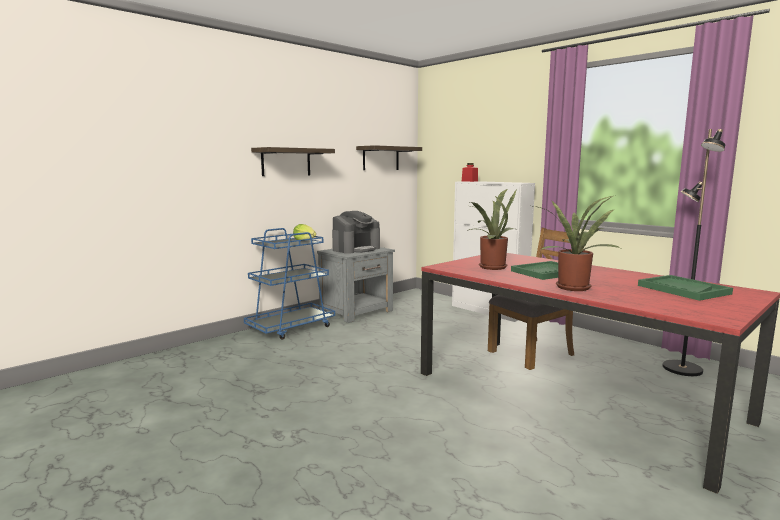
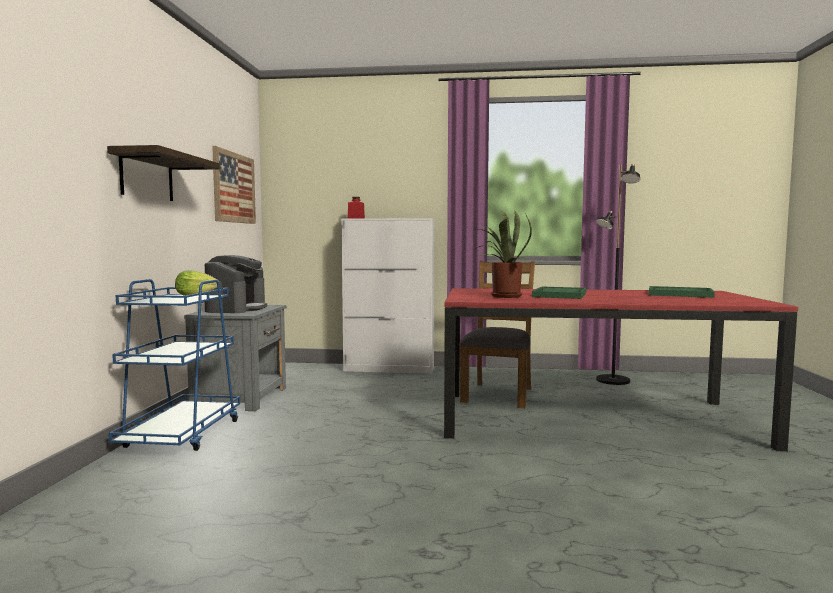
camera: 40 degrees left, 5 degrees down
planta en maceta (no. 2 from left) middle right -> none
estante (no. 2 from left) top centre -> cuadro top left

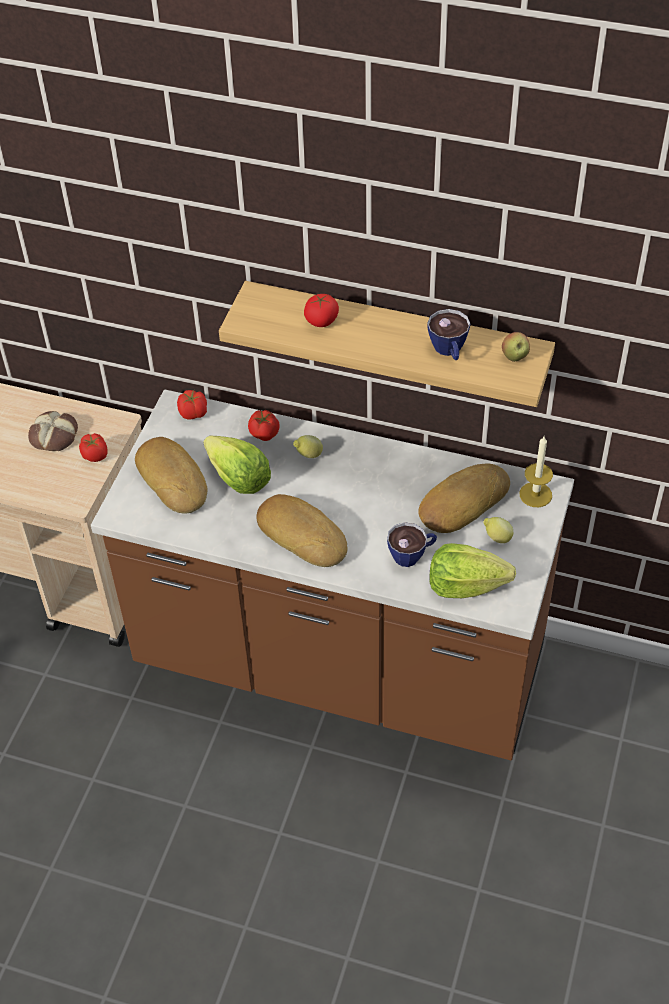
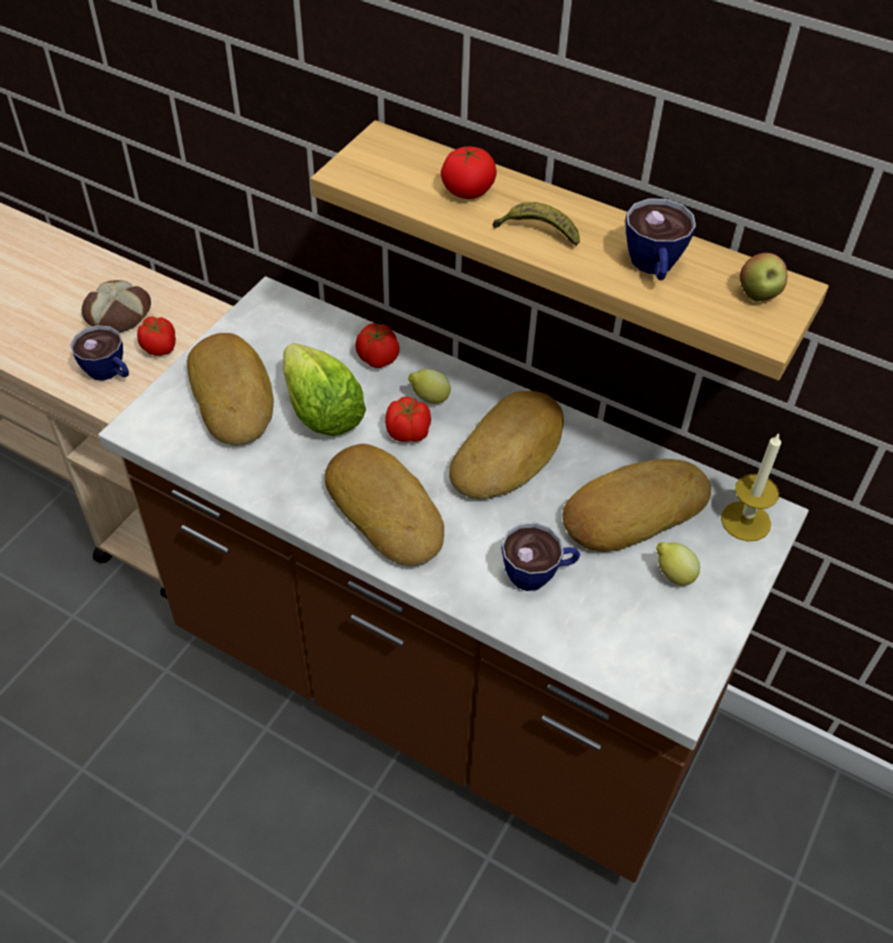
camera: 10 degrees right, 0 degrees up
lechuga (no. 2 from left) middle right -> none
none -> taza (no. 1 from left) middle left
none -> pan (no. 4 from left) centre
none -> plátano top centre
tomate (no. 2 from left in the first image) middle left -> tomate (no. 3 from left) centre, relocated

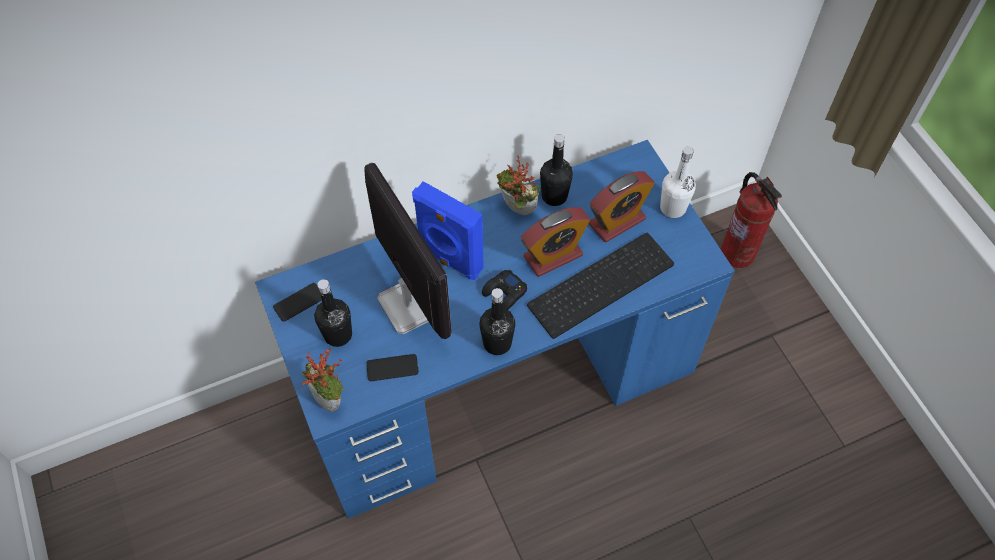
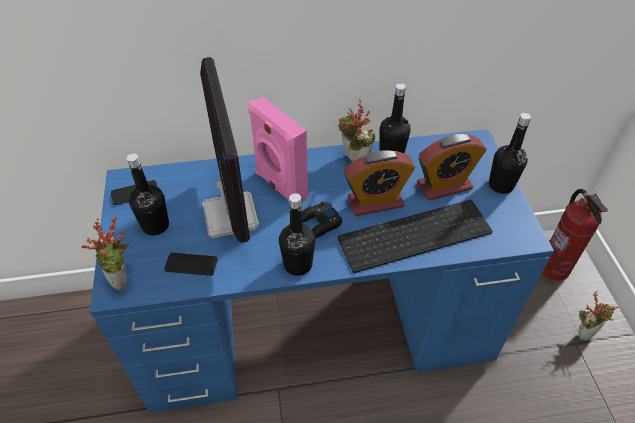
camera: 15 degrees right, 10 degrees down
none -> planta en maceta (no. 3 from left) bottom right
altavoz (azul) centre -> altavoz (rosa) centre
botella (blanco) top right -> botella (negro) (no. 4 from left) middle right

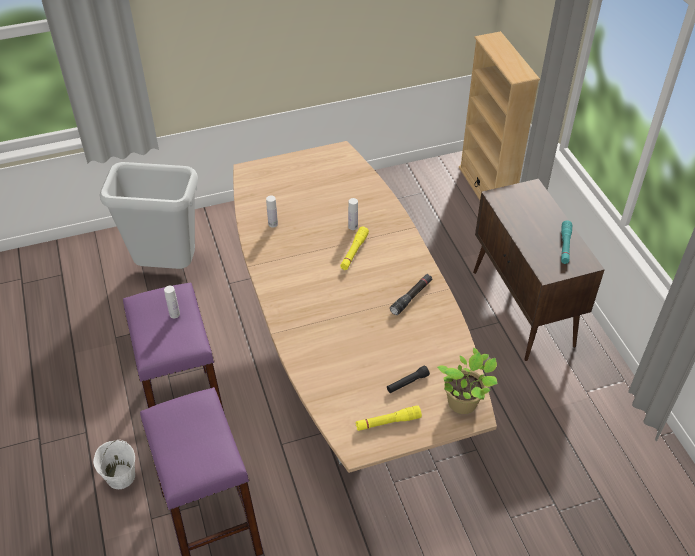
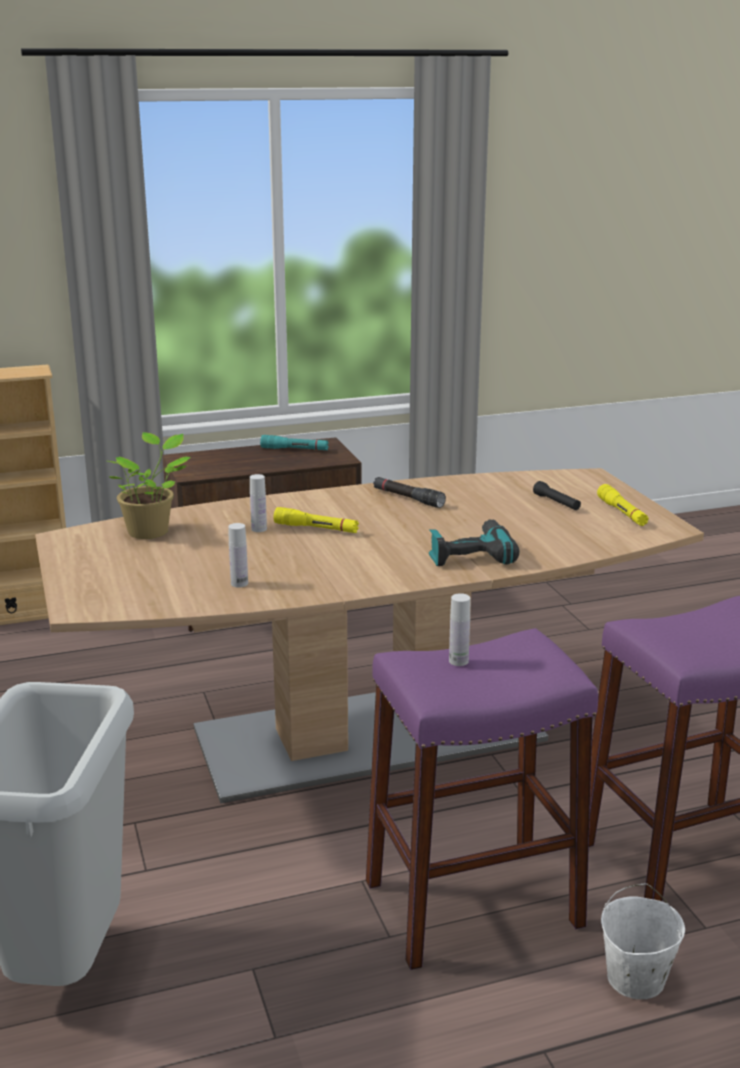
camera: 90 degrees left, 25 degrees down
none -> taladro centre
planta en maceta bottom right -> planta en maceta middle left, relocated

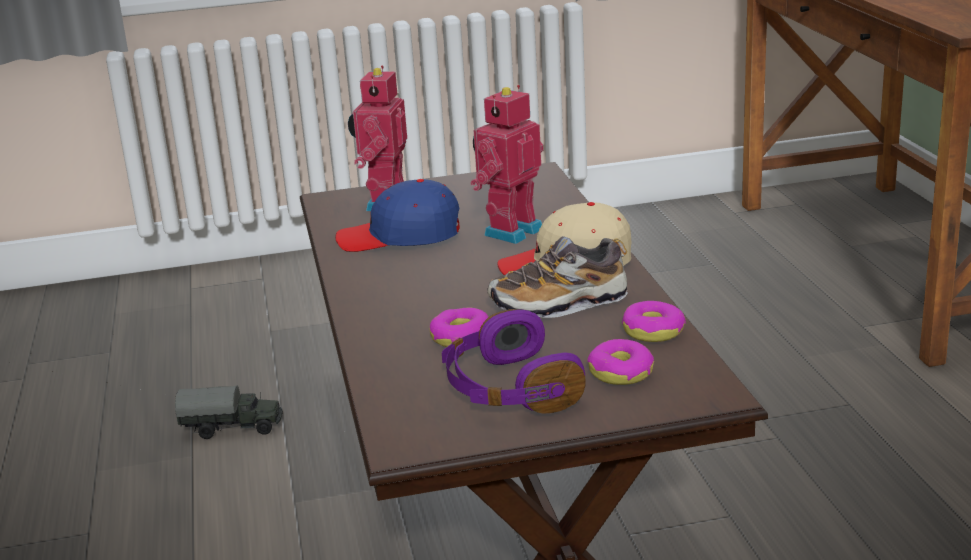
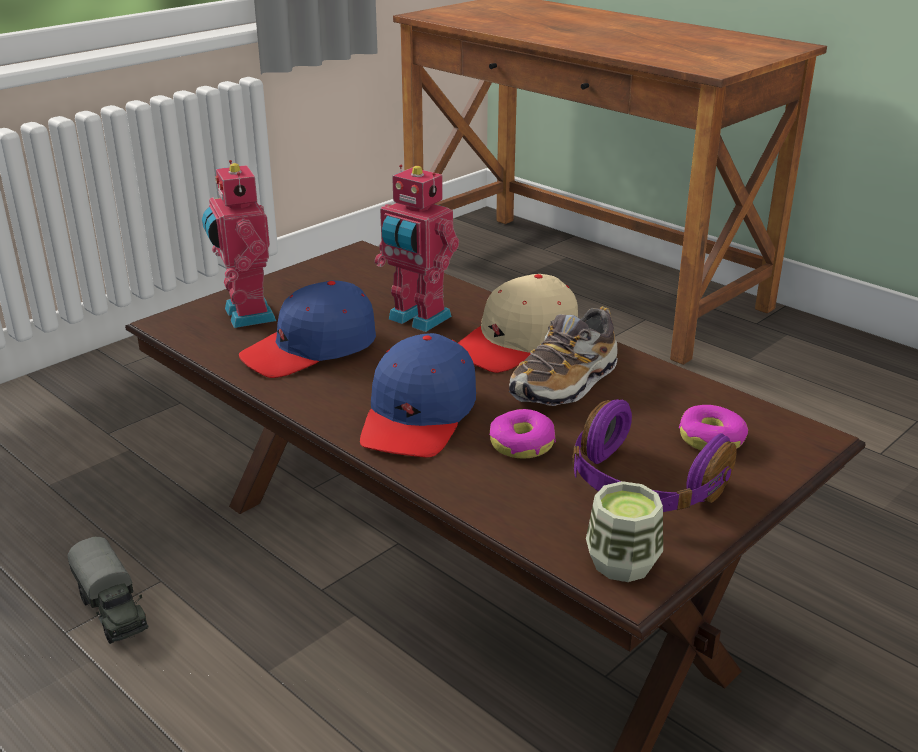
camera: 35 degrees left, 5 degrees up
rosquilla (no. 3 from left) middle right -> none
none -> gorra (azul) (no. 2 from left) centre
none -> taza bottom right
camión de juguete bottom left, 90 degrees clockwise
robot de juguete (no. 2 from left) top centre, 60 degrees counterclockwise

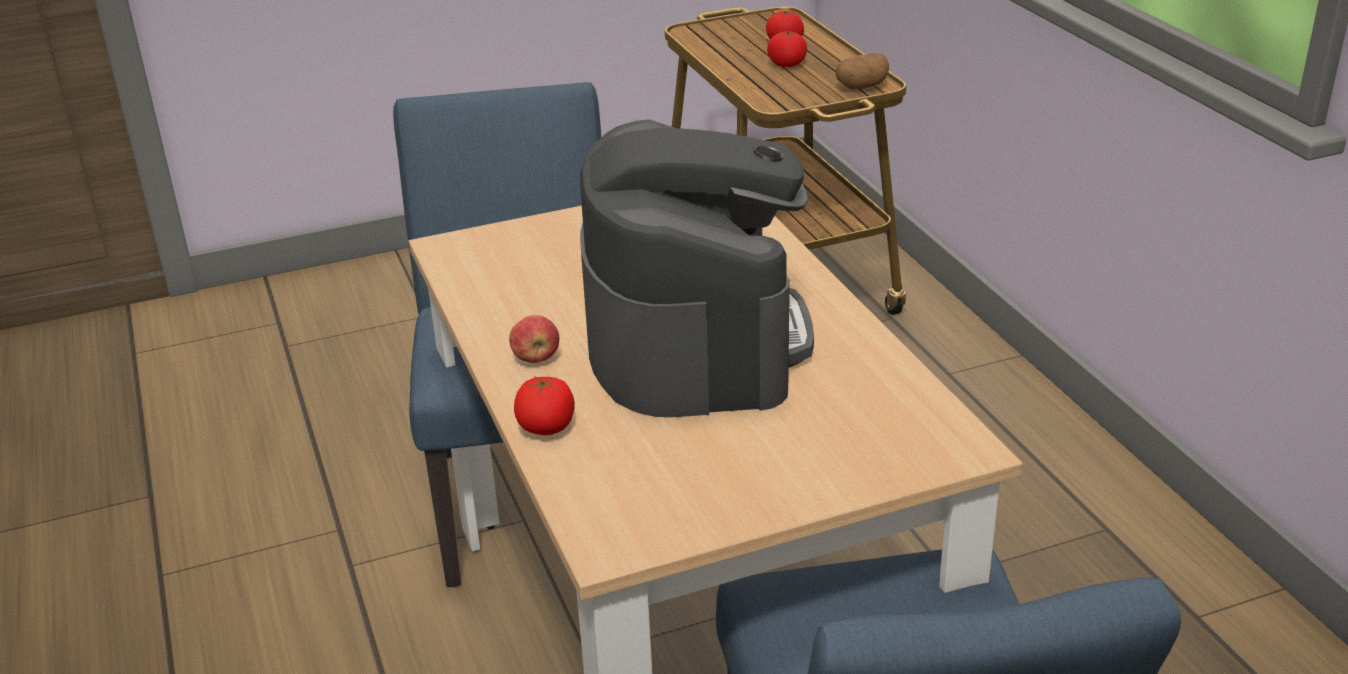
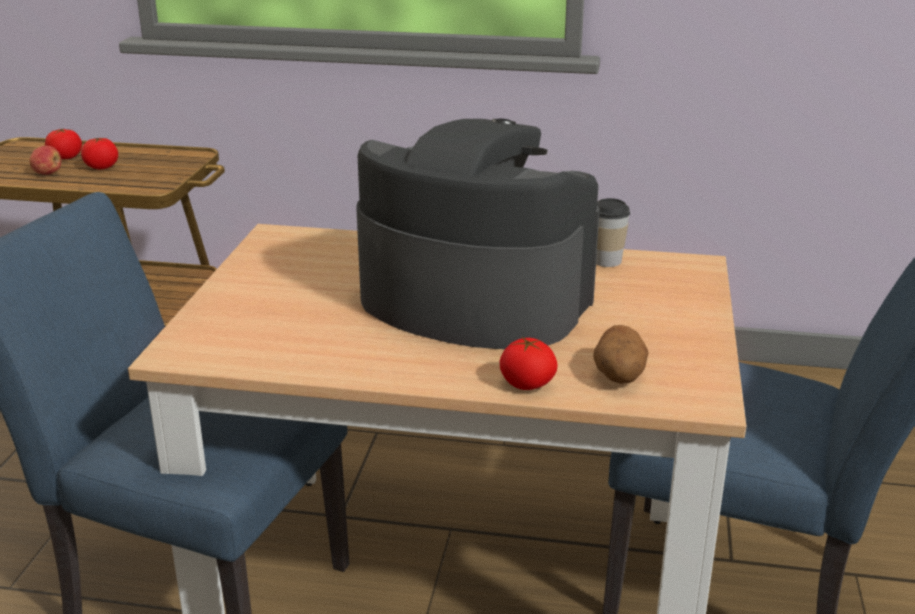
camera: 60 degrees left, 5 degrees down
none -> taza middle right
manzana centre -> manzana top left, relocated
patata top centre -> patata middle right, relocated

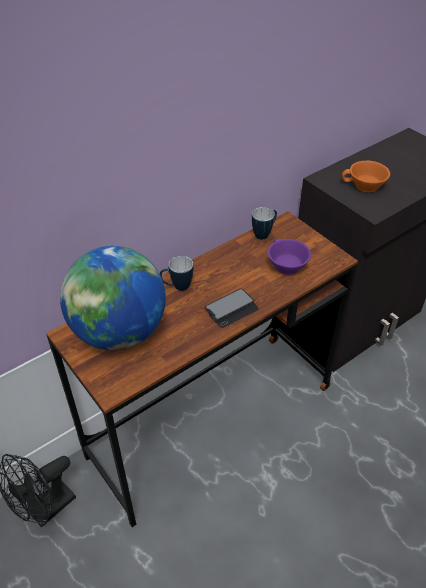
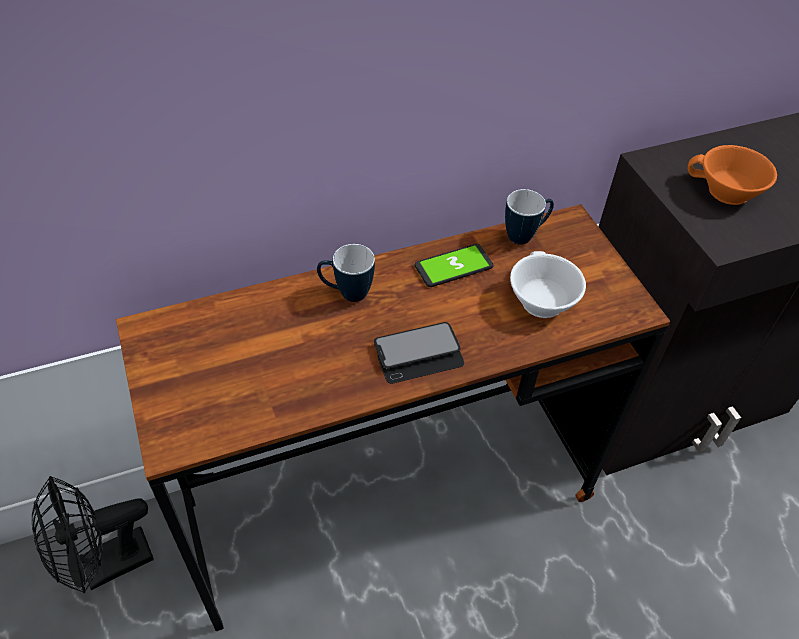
camera: 15 degrees right, 5 degrees up
globo terráqueo middle left -> none
none -> móvil (no. 2 from left) centre
taza (morado) middle right -> taza (blanco) middle right

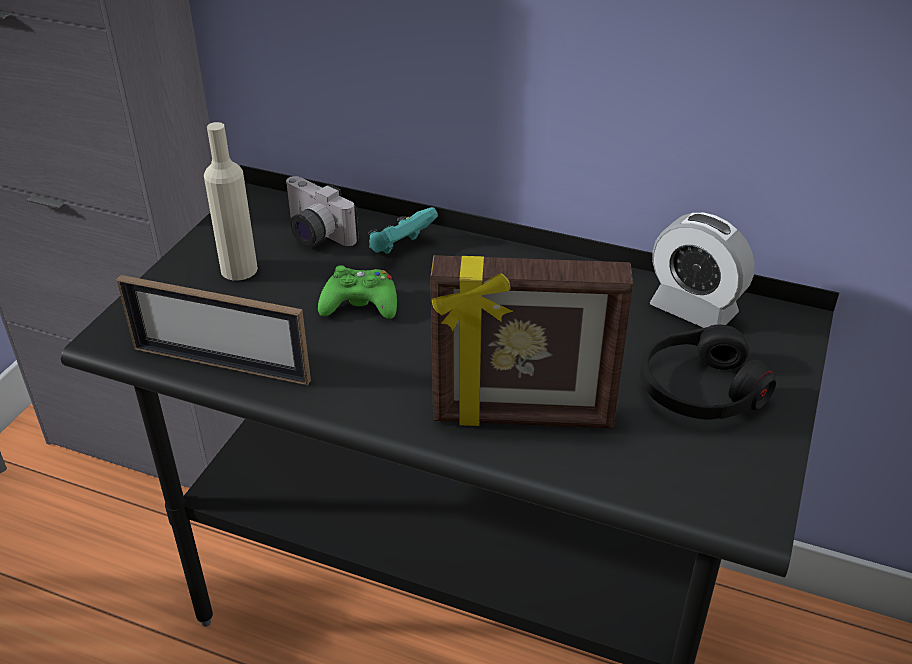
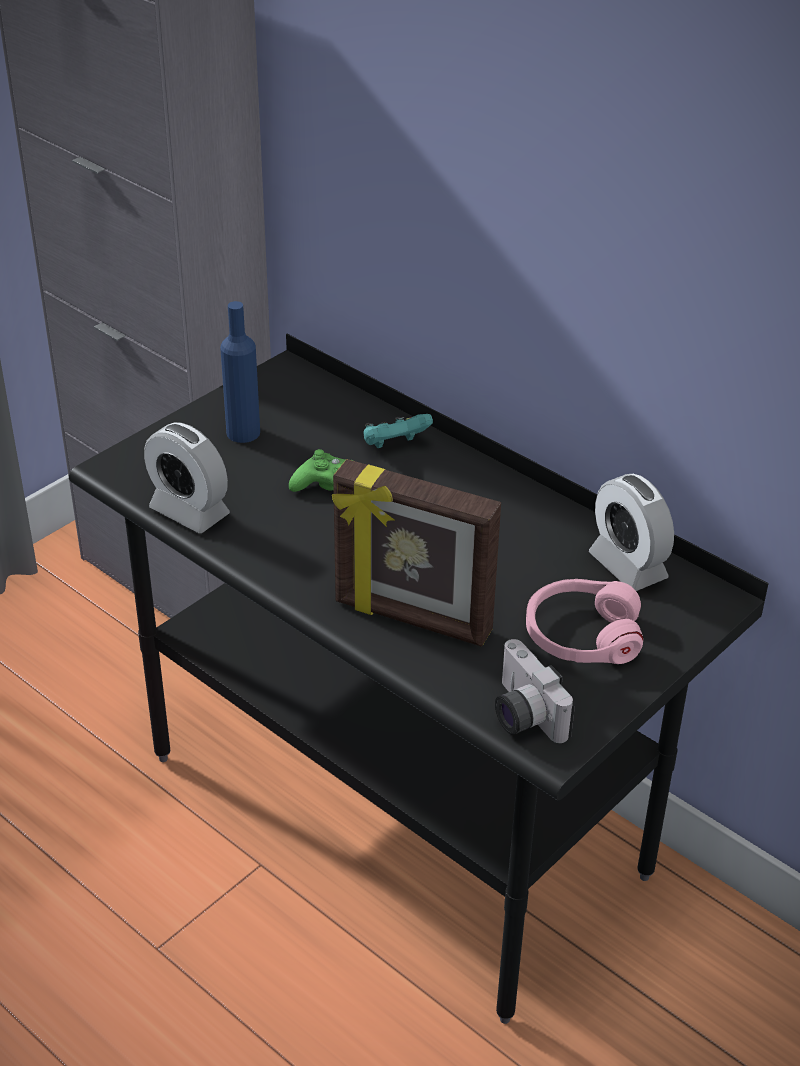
camera: 20 degrees right, 0 degrees up
cámara top centre -> cámara middle right, relocated
portarretratos (no. 1 from left) middle left -> despertador (no. 1 from left) middle left
botella (beis) top left -> botella (azul) middle left
auriculares (negro) middle right -> auriculares (rosa) middle right

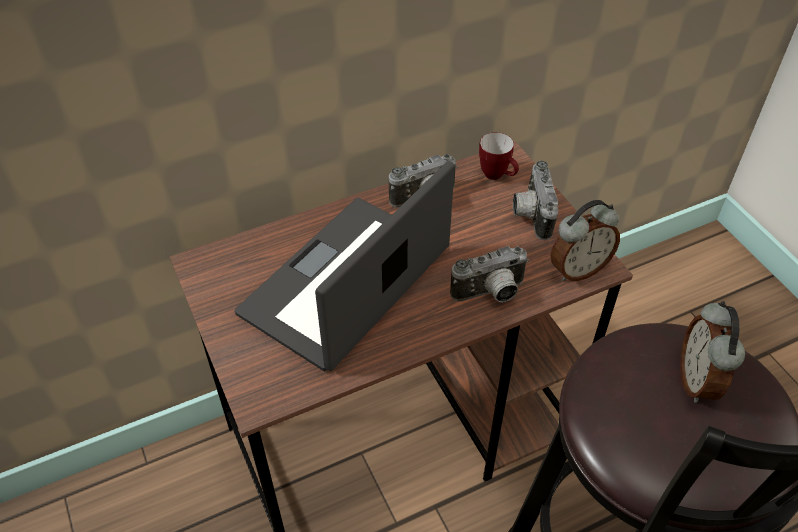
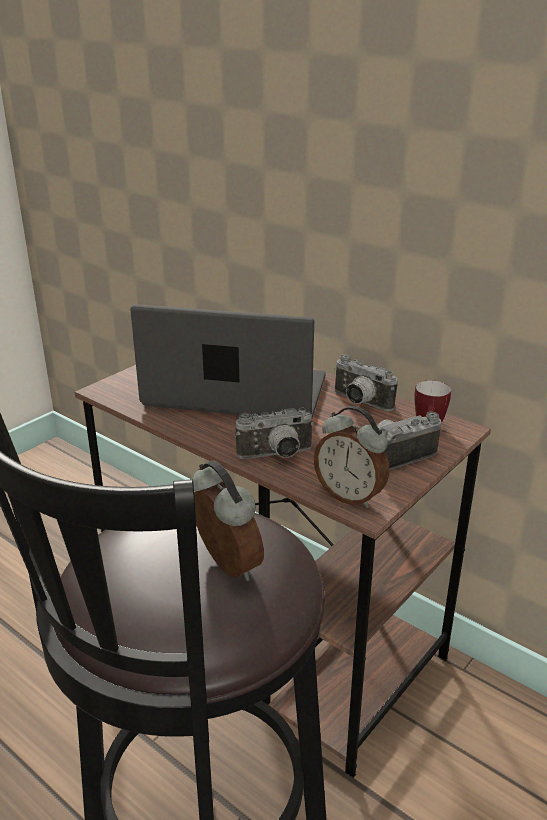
camera: 65 degrees right, 20 degrees down
cámara (no. 2 from left in the first image) centre -> cámara (no. 1 from left) centre, 60 degrees counterclockwise
despertador (no. 2 from left in the first image) middle right -> despertador (no. 1 from left) centre, 75 degrees clockwise

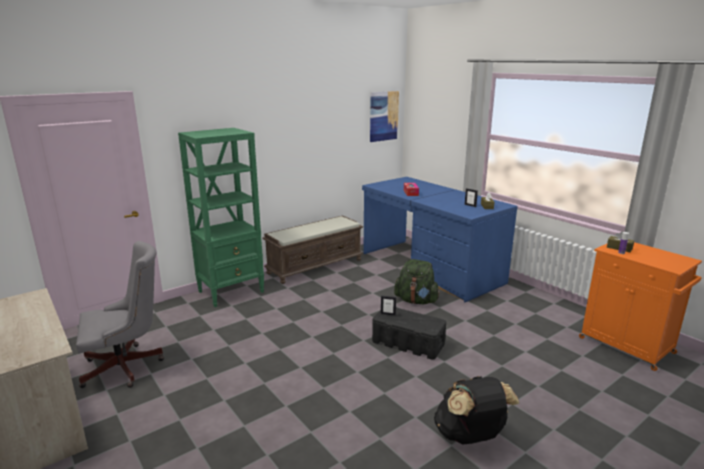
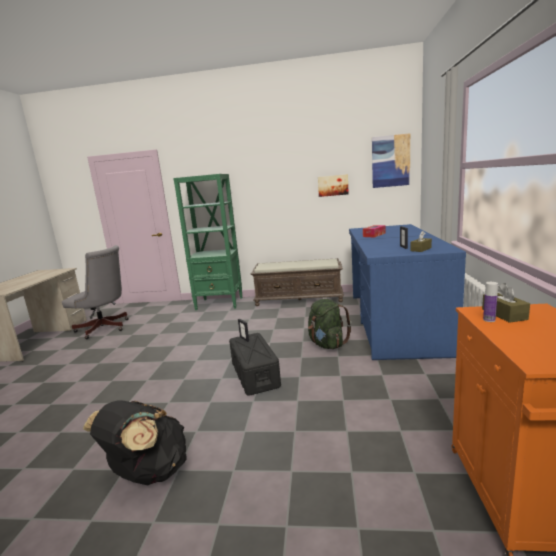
camera: 45 degrees right, 5 degrees down
none -> cuadro (no. 1 from left) top centre

